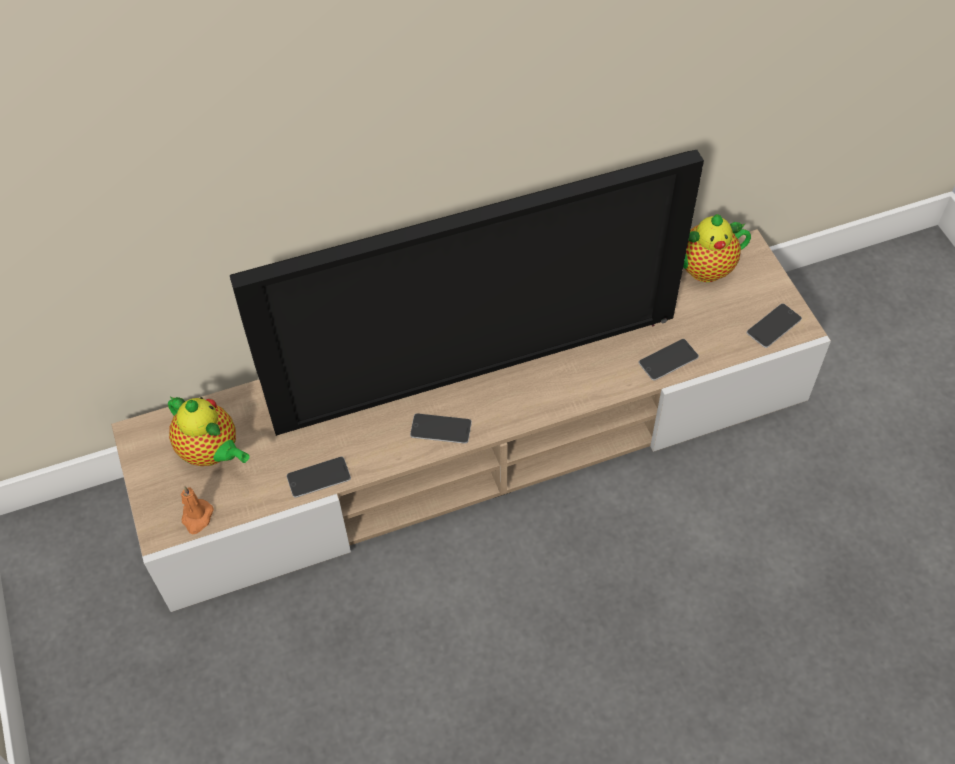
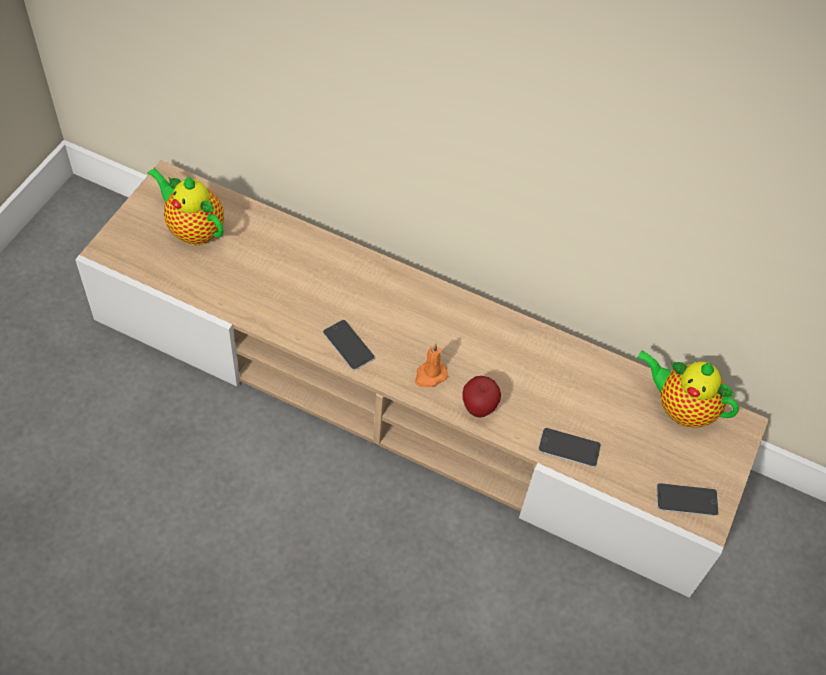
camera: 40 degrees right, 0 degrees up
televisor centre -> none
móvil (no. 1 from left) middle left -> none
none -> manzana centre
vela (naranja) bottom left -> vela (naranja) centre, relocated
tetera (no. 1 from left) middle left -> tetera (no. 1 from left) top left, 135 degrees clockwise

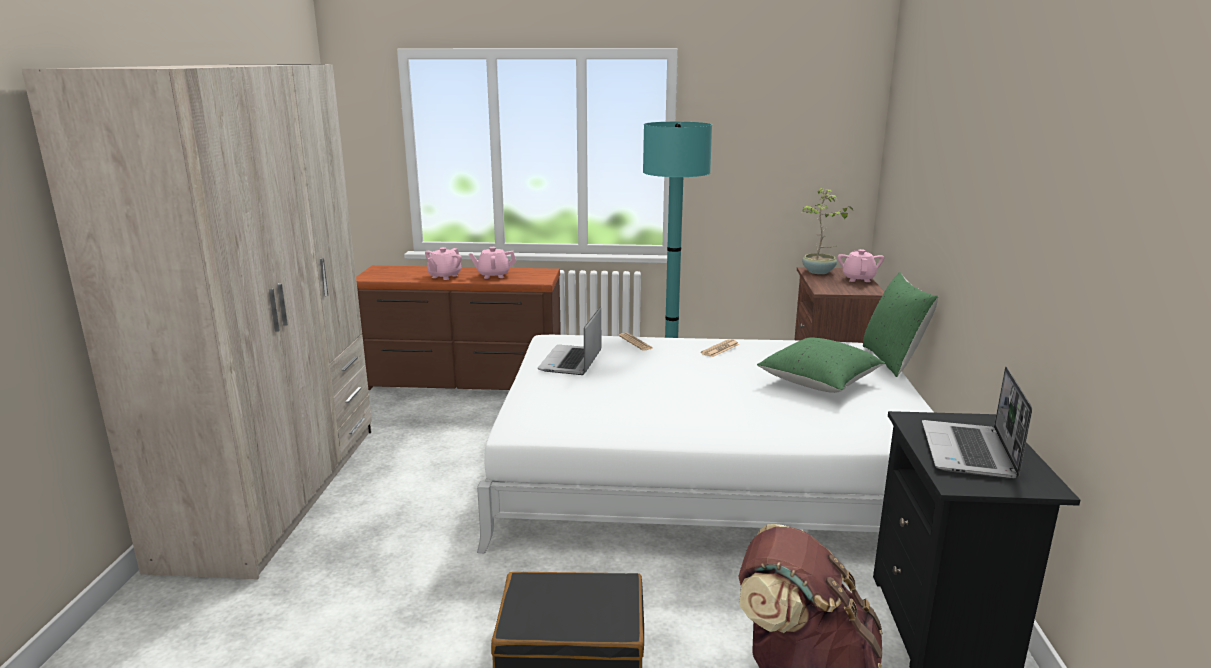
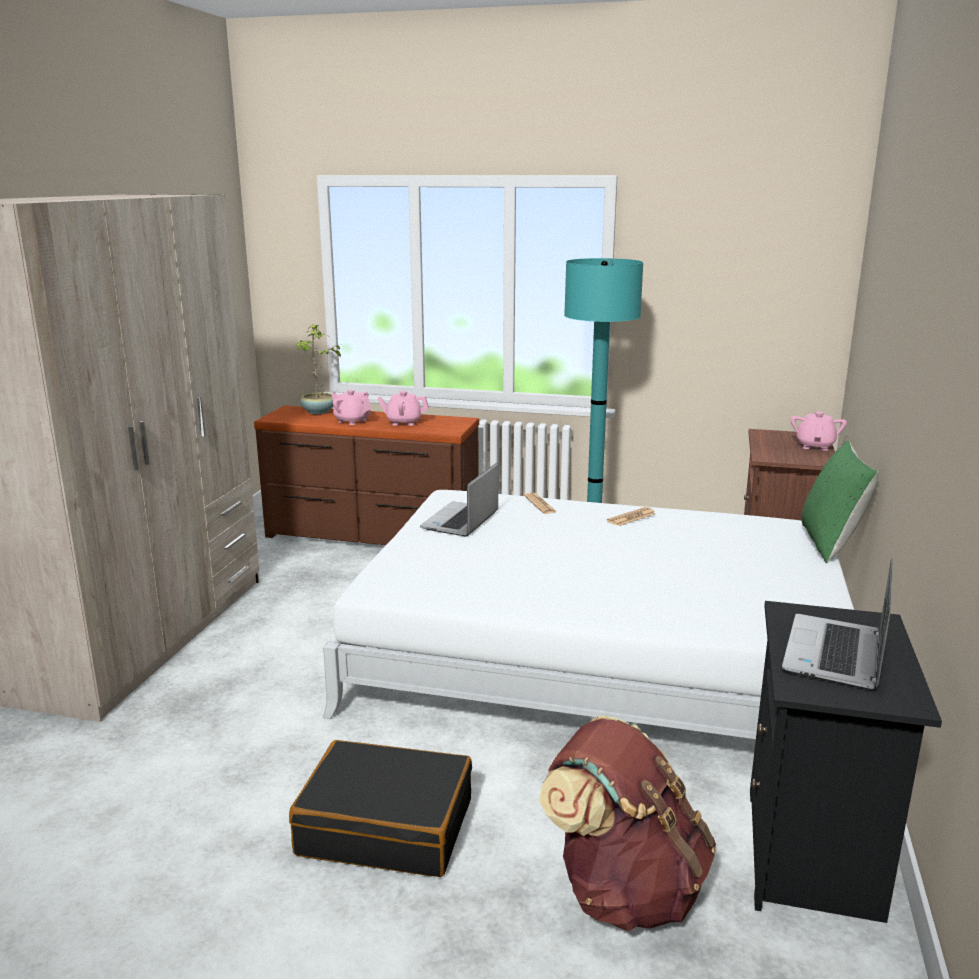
camera: 10 degrees right, 0 degrees up
cojín (verde) (no. 1 from left) middle right -> none
planta en maceta middle right -> planta en maceta middle left, relocated
tetera (rosa) (no. 1 from left) centre, 90 degrees clockwise

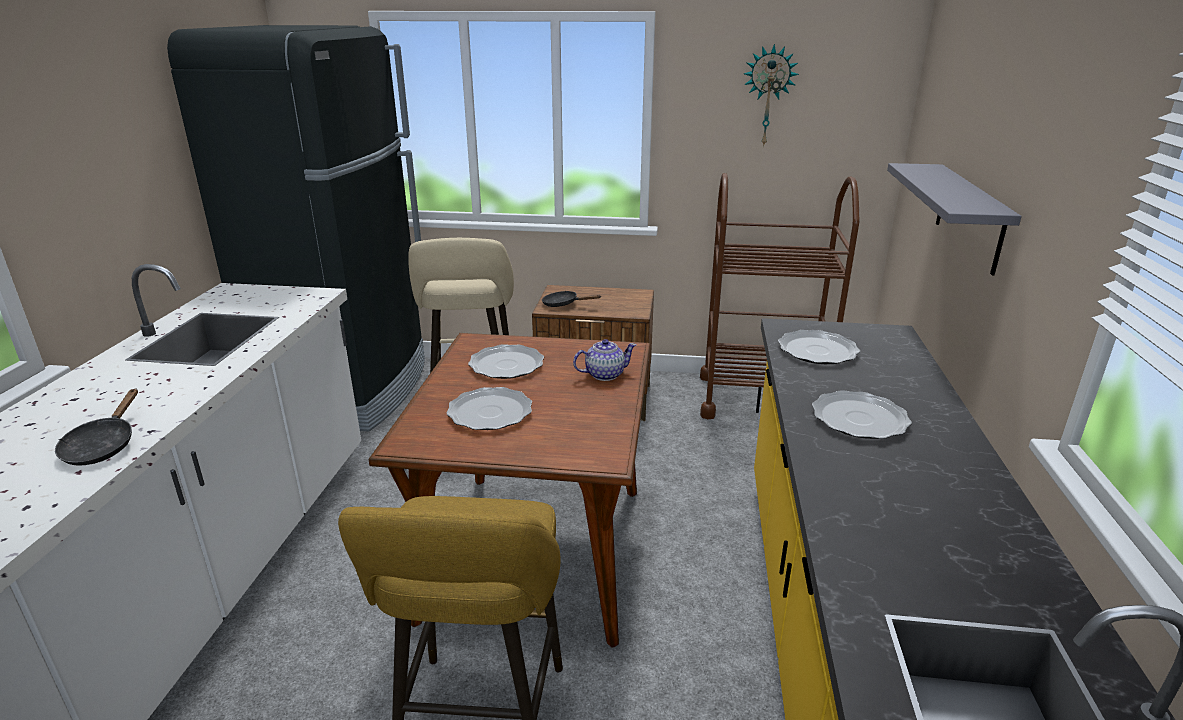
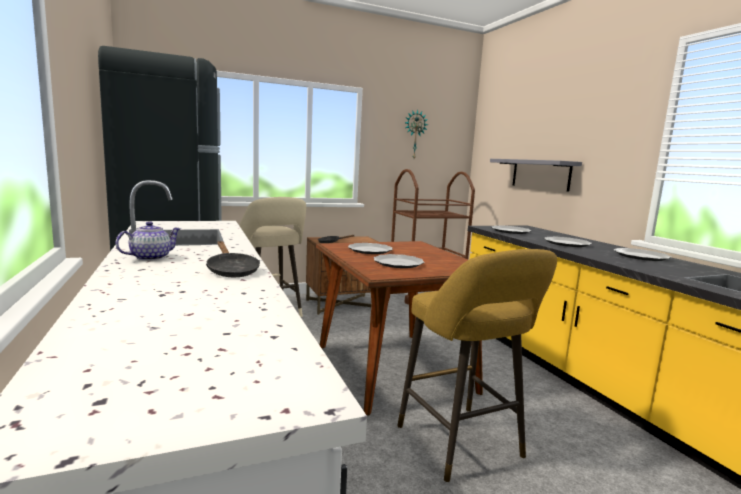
camera: 30 degrees left, 15 degrees down
none -> plato (no. 5 from left) middle right
tetera centre -> tetera middle left, relocated

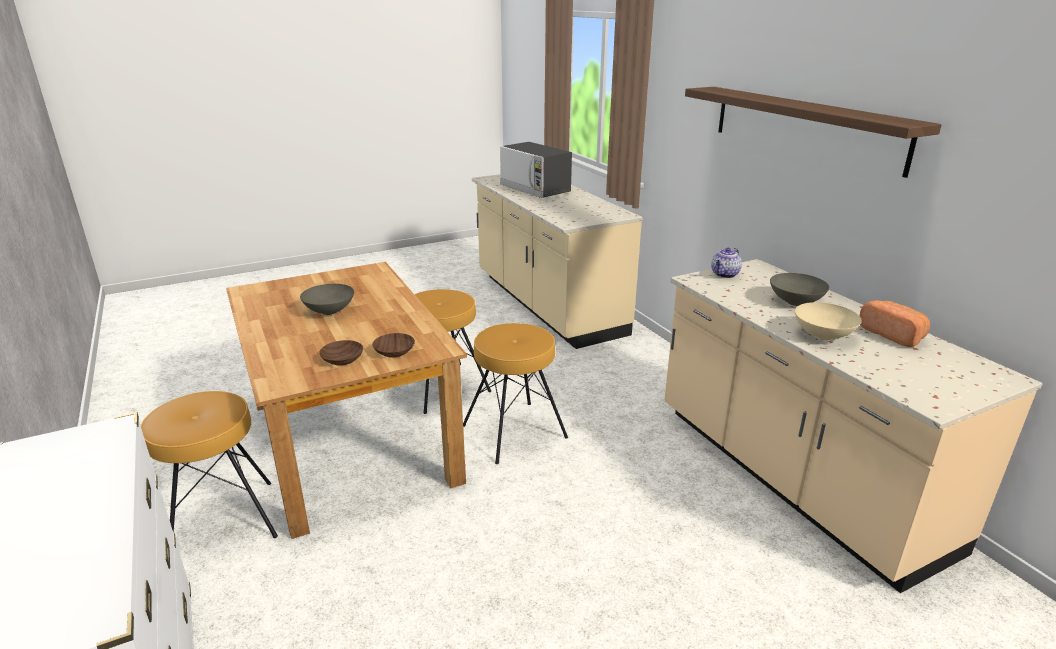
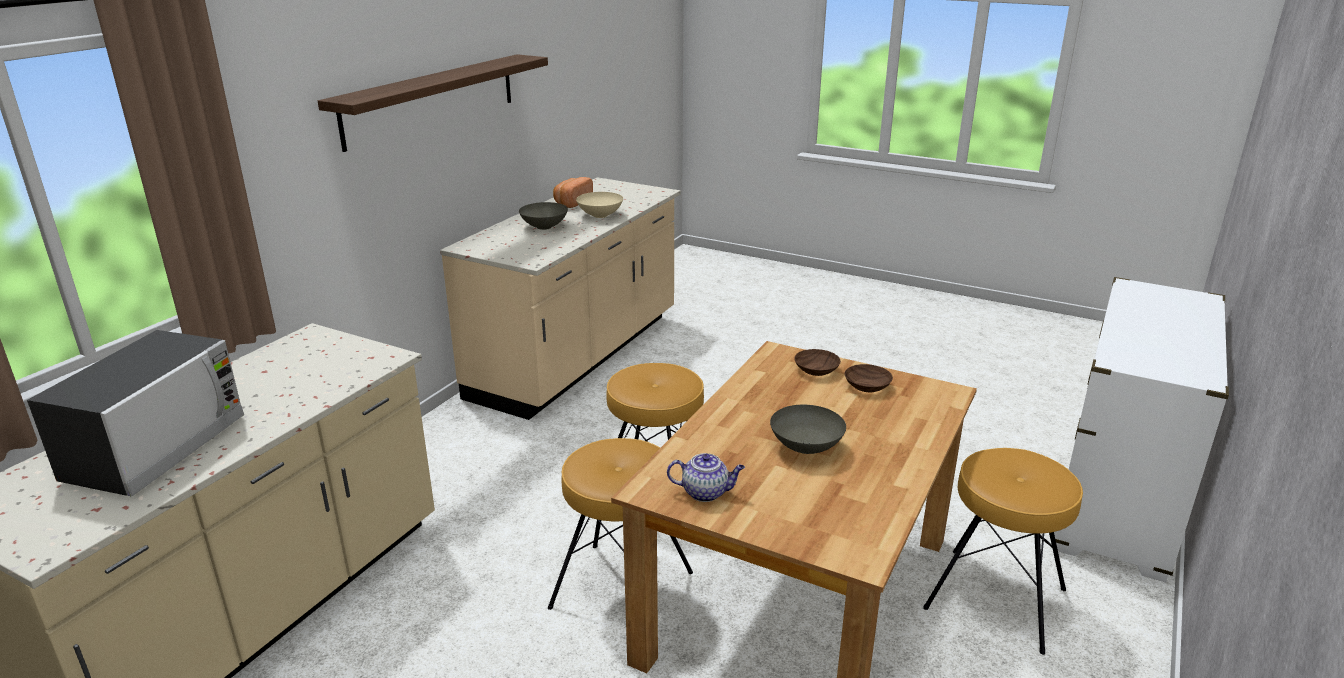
camera: 125 degrees left, 0 degrees up
tetera middle right -> tetera bottom centre, relocated

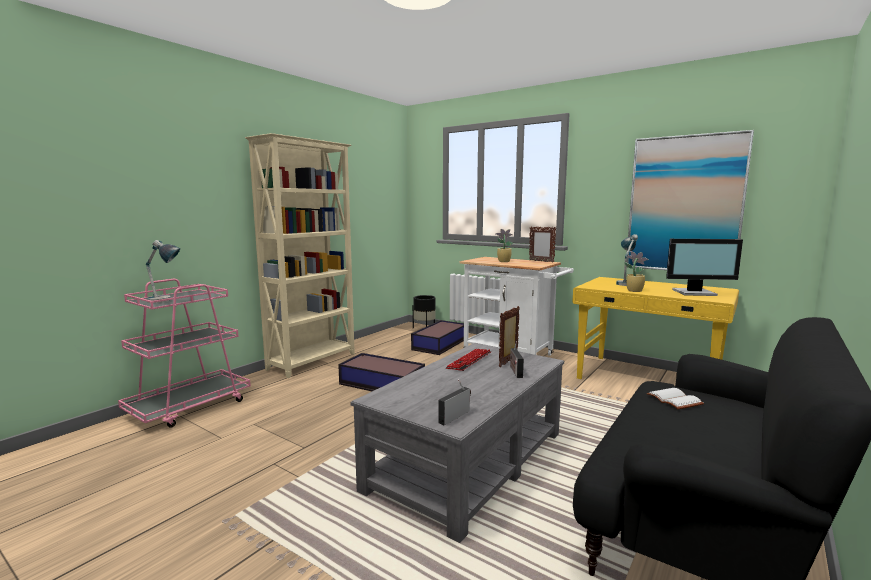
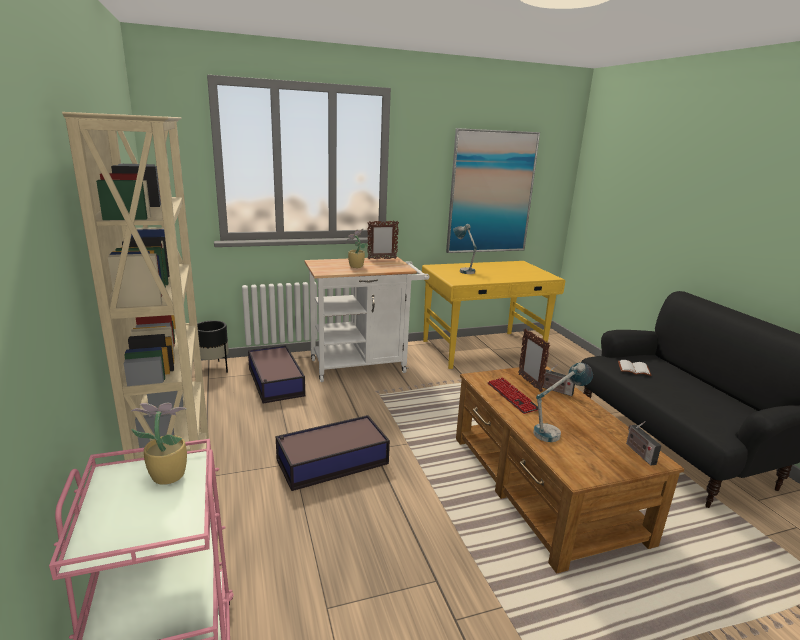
camera: 55 degrees left, 10 degrees up
monitor middle right -> none
lámpara de mesa (no. 1 from left in the first image) middle left -> lámpara de mesa (no. 2 from left) middle right, relocated
planta en maceta (no. 2 from left in the first image) middle right -> planta en maceta (no. 1 from left) bottom left, relocated
mesa de centro (gris) bottom centre -> mesa de centro (marrón) bottom right

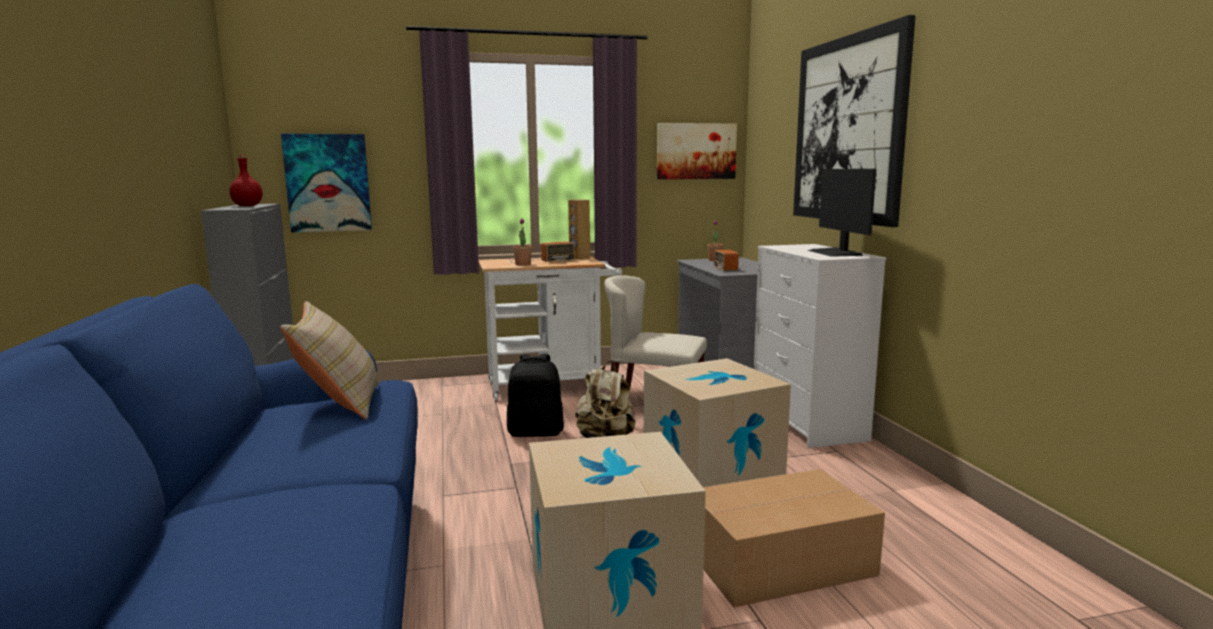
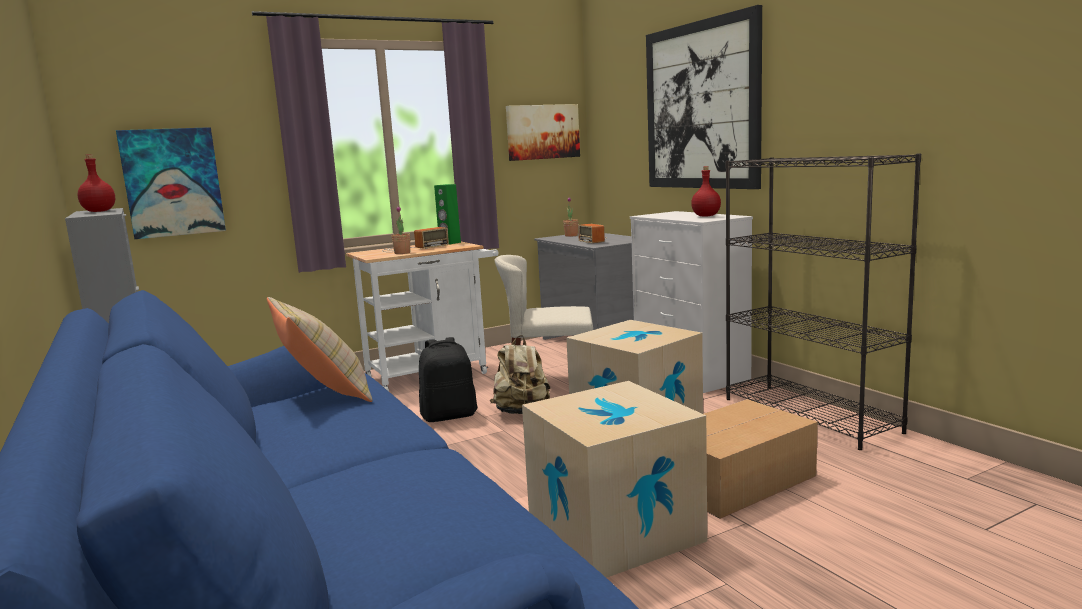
camera: 15 degrees left, 0 degrees up
none -> estantería (negro) middle right
monitor middle right -> botella (rojo) (no. 2 from left) top centre
altavoz (marrón) centre -> altavoz (verde) centre

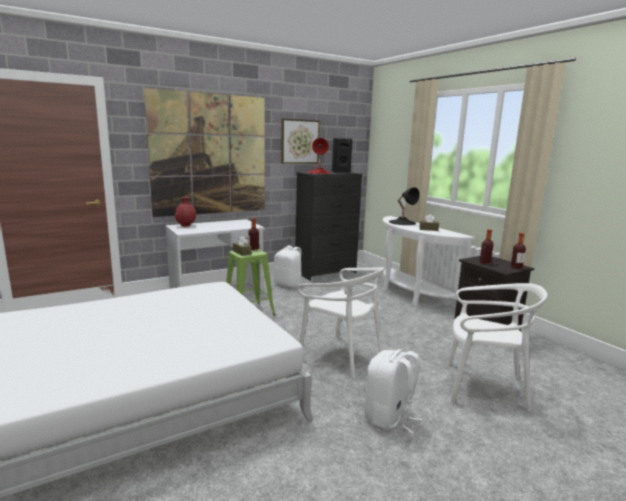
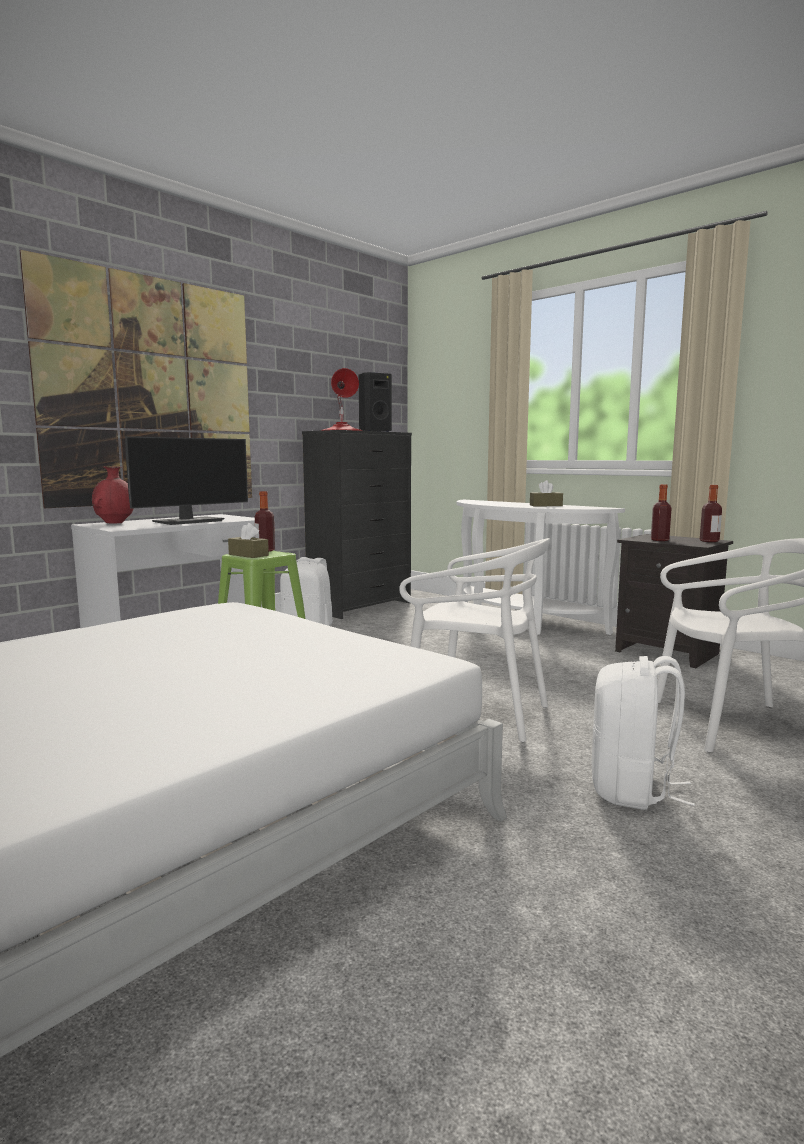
camera: 15 degrees left, 5 degrees down
cuadro (no. 2 from left) top centre -> none
lámpara de mesa (negro) centre -> none
none -> monitor middle left

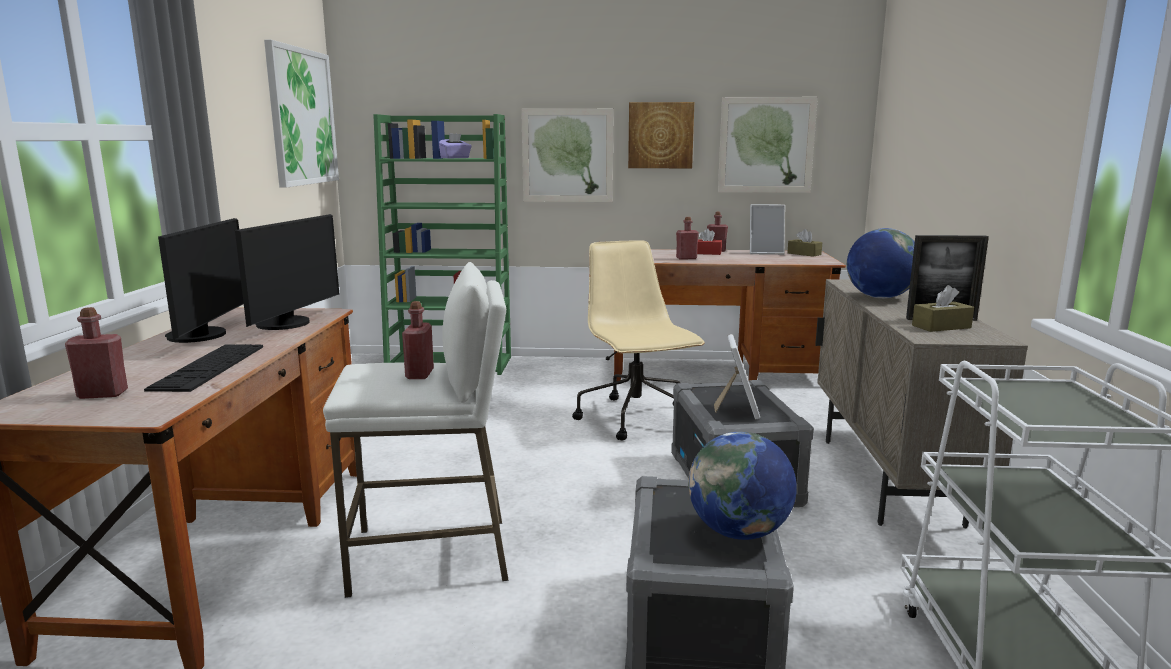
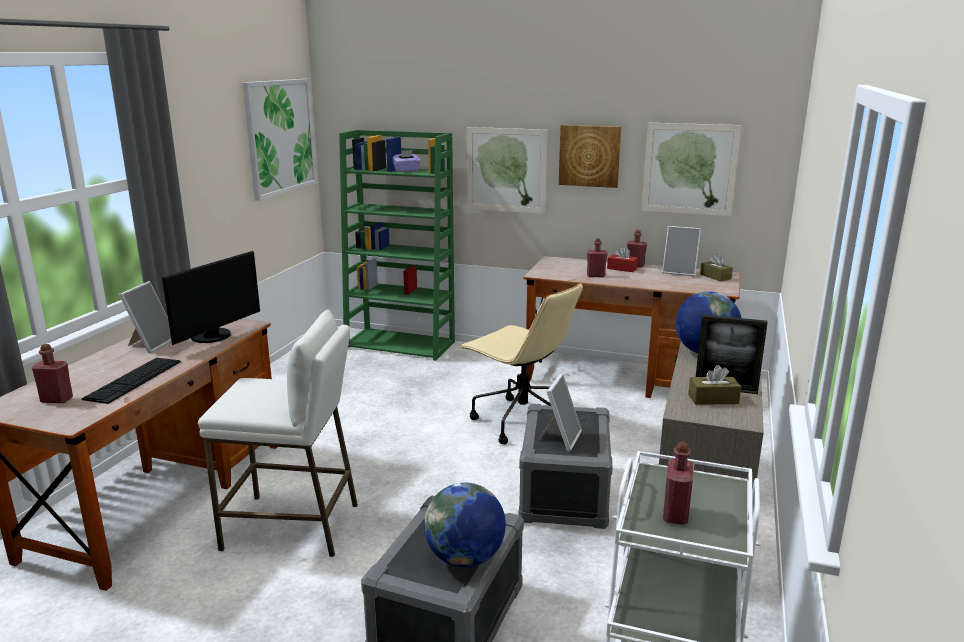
camera: 15 degrees right, 5 degrees up
botella (rojo) (no. 2 from left in the first image) centre -> botella (rojo) (no. 4 from left) bottom right, relocated
monitor (no. 1 from left) middle left -> portarretratos (no. 1 from left) middle left
silla de oficina (beis) centre, 135 degrees clockwise

